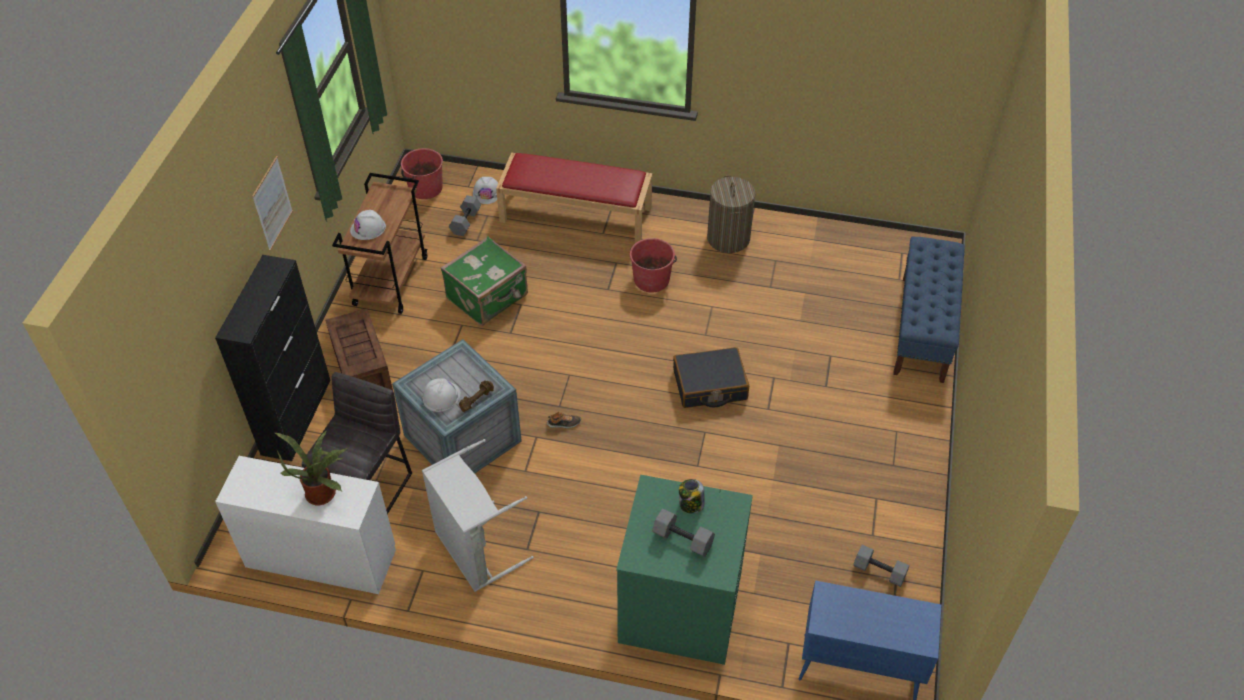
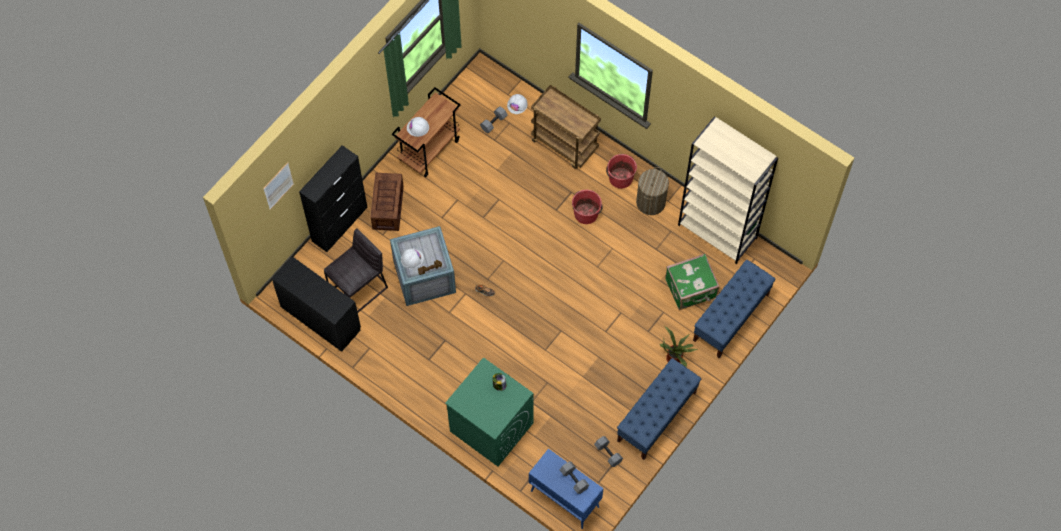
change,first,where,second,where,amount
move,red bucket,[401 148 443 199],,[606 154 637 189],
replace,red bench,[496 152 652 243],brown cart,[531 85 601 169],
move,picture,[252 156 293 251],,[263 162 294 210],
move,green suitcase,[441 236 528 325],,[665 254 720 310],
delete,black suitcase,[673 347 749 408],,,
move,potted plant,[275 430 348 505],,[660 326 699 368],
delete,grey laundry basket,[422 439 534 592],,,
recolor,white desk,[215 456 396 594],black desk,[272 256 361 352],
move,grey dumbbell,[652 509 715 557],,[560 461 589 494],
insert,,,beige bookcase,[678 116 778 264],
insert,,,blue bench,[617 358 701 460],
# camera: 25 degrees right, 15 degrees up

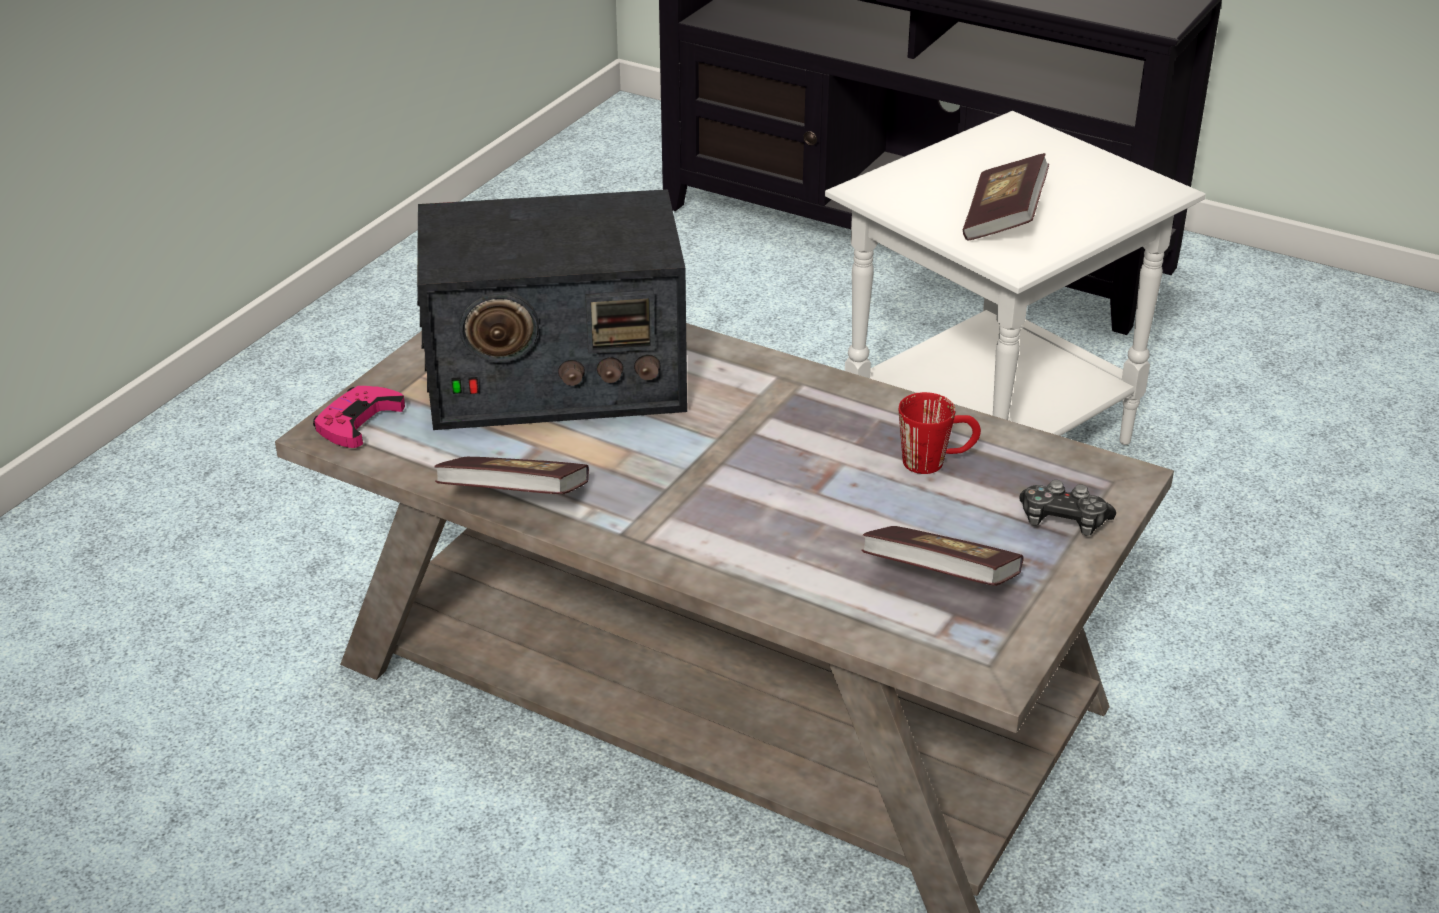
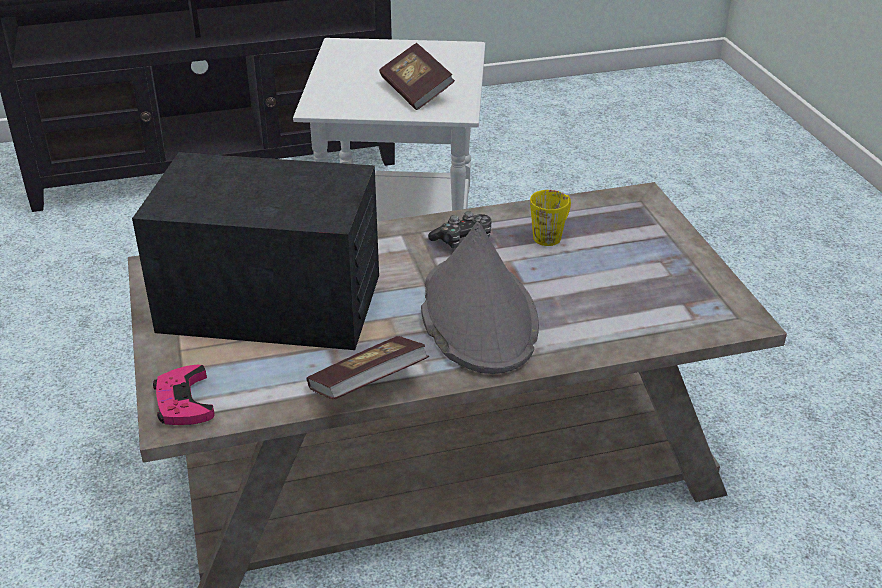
change,first,where,second,where,amount
rotate,radio,[417 189 687 430],,[132 153 379 350],120 degrees counterclockwise
recolor,red mug,[899 392 981 474],yellow mug,[530 190 571 246],
move,game controller,[1019 480 1116 536],,[428 211 491 248],
delete,book,[861 526 1024 586],,,
insert,,,grey hat,[421 222 539 374],
# camera: 45 degrees left, 0 degrees up

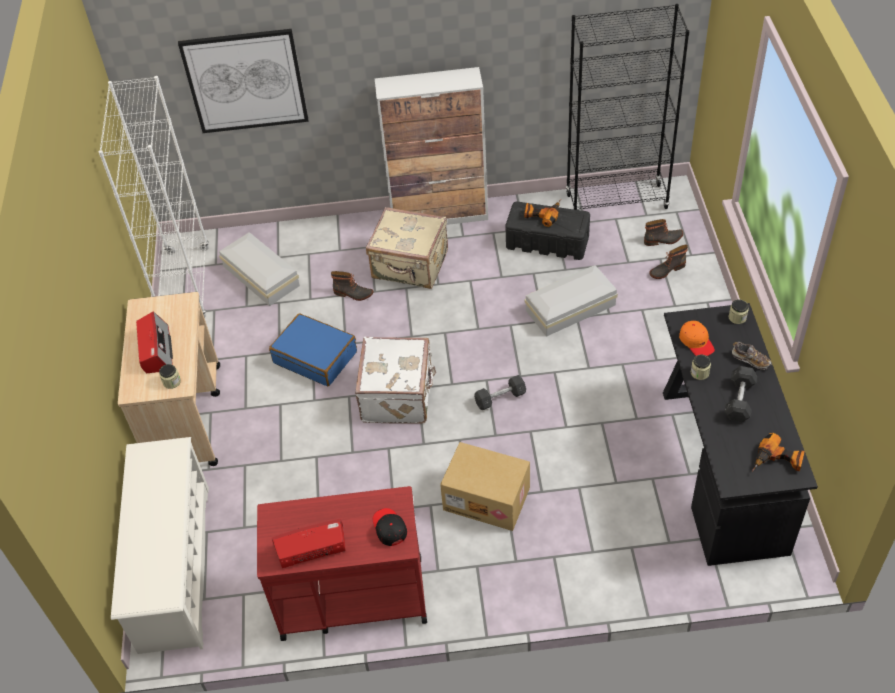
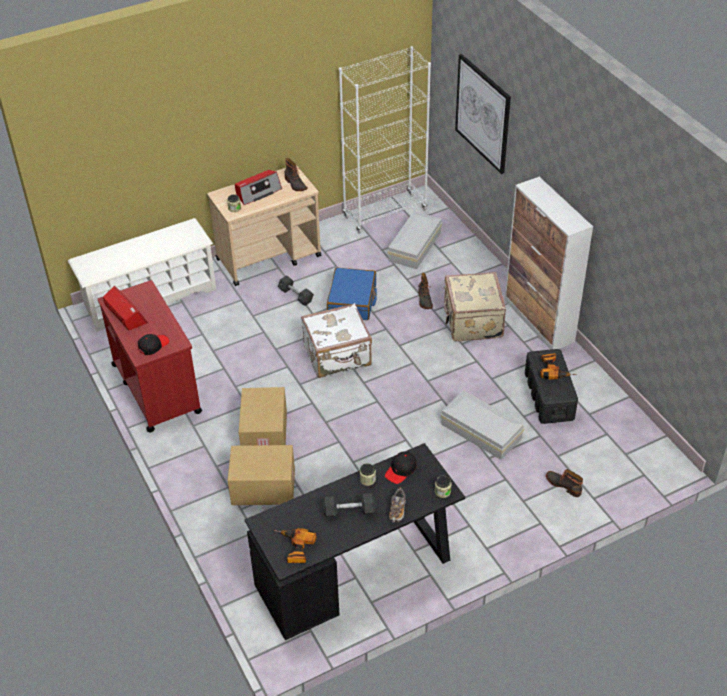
change,first,where,second,where,amount
delete,black bookcase,[566 4 690 210],,,
move,boot,[644 219 683 246],,[285 158 308 191],
recolor,orange cap,[679 320 715 356],black cap,[385 451 417 484],
move,grey dumbbell,[474 375 526 410],,[278 275 314 306],
insert,,,cardboard box,[228 445 295 505],
# camera: 65 degrees right, 5 degrees down

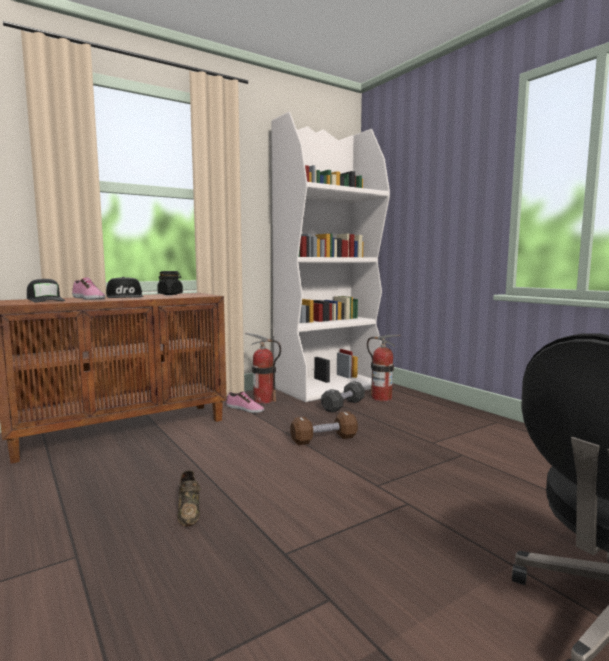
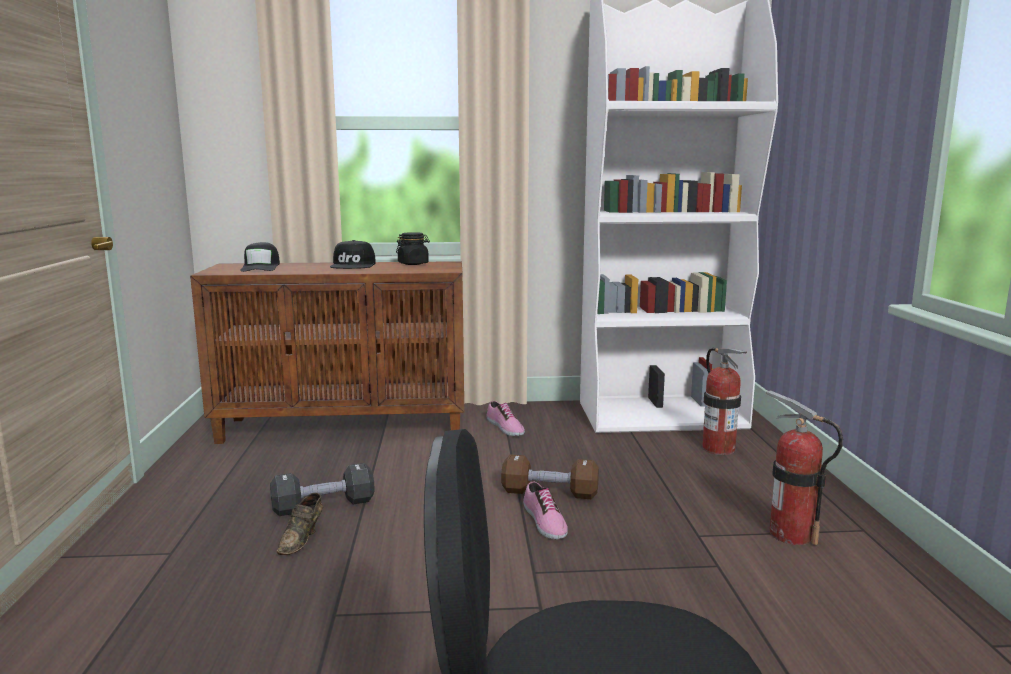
change,first,where,second,where,amount
move,shoe,[72 277 105 300],,[523 481 568 539],
move,fire extinguisher,[245 333 281 404],,[766 390 843 545],
move,black dumbbell,[321 381 365 412],,[270 463 375 516],
# camera: 30 degrees right, 5 degrees up

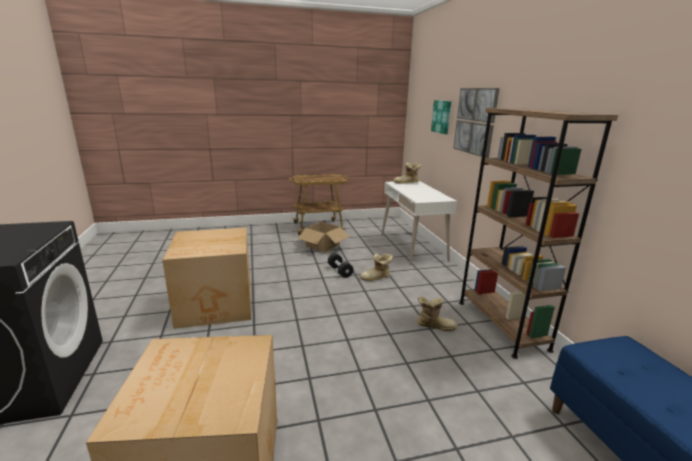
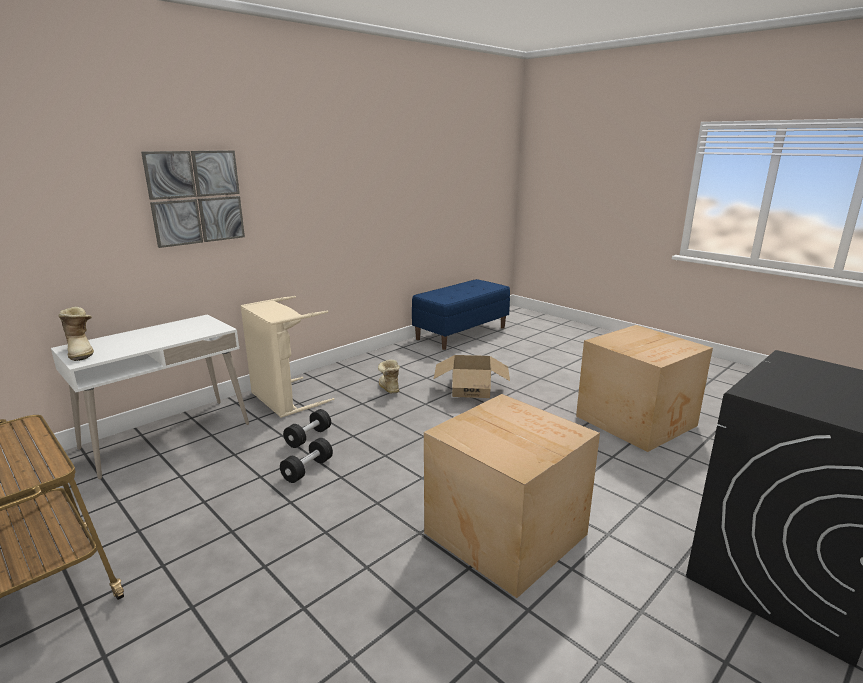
change,first,where,second,where,amount
delete,picture,[431 100 451 134],,,
delete,brown bookcase,[459 108 618 359],,,
move,cardboard box,[297 222 350 252],,[434 355 510 398],
replace,boot,[359 253 393 281],black dumbbell,[283 409 331 448],
insert,,,beige laundry basket,[240 296 334 418],
# camera: 120 degrees left, 0 degrees up

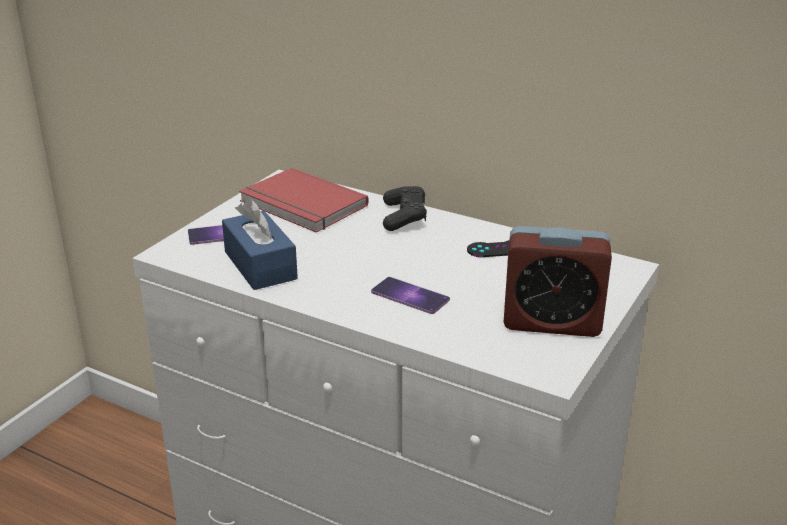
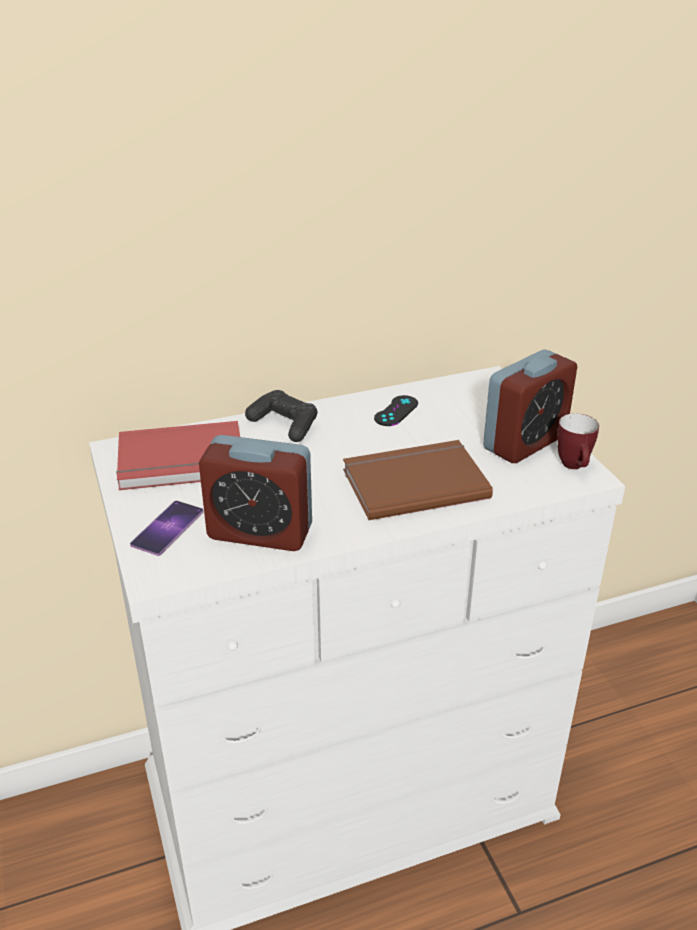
change,first,where,second,where,amount
replace,blue tissue box,[222 199 298 290],alarm clock,[199 435 312 551],
replace,phone,[371 277 450 314],brown book,[343 440 493 520],
insert,,,mug,[557 413 599 469],
# camera: 50 degrees left, 5 degrees up

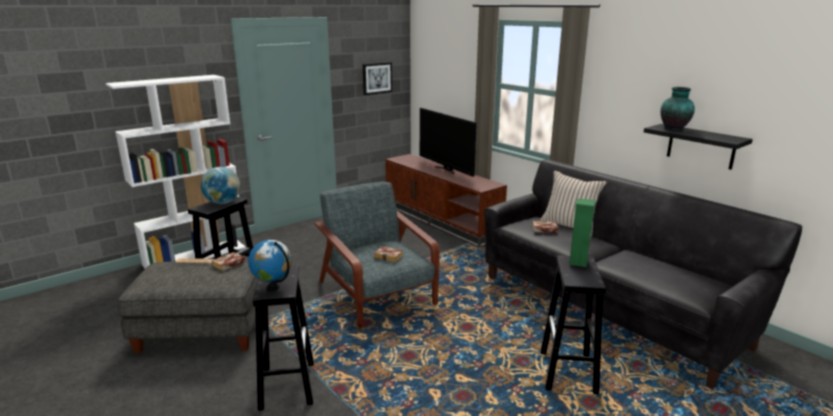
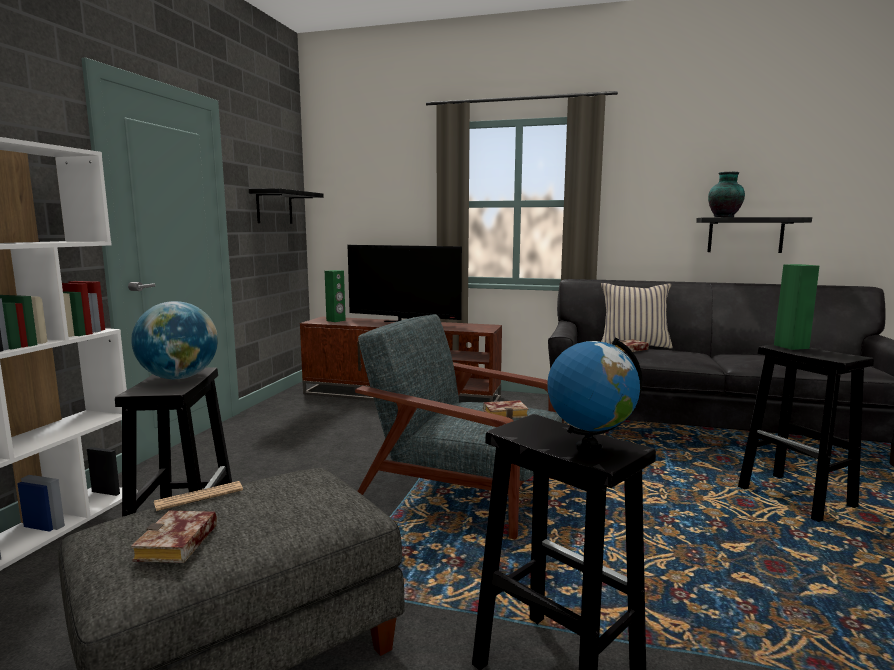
change,first,where,second,where,amount
replace,picture,[363 62 392 95],black shelf,[249 188 324 224],
move,book,[212 252 245 271],,[131 511 217 563],
insert,,,green speaker,[325 270 346 322],
# camera: 35 degrees left, 10 degrees down

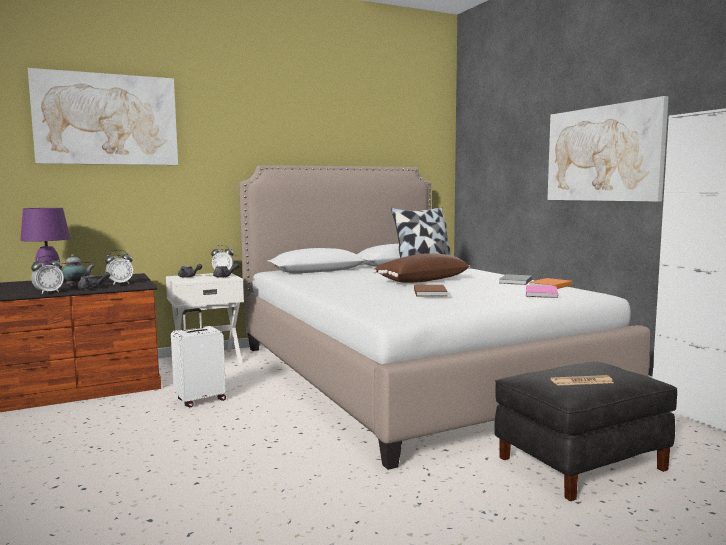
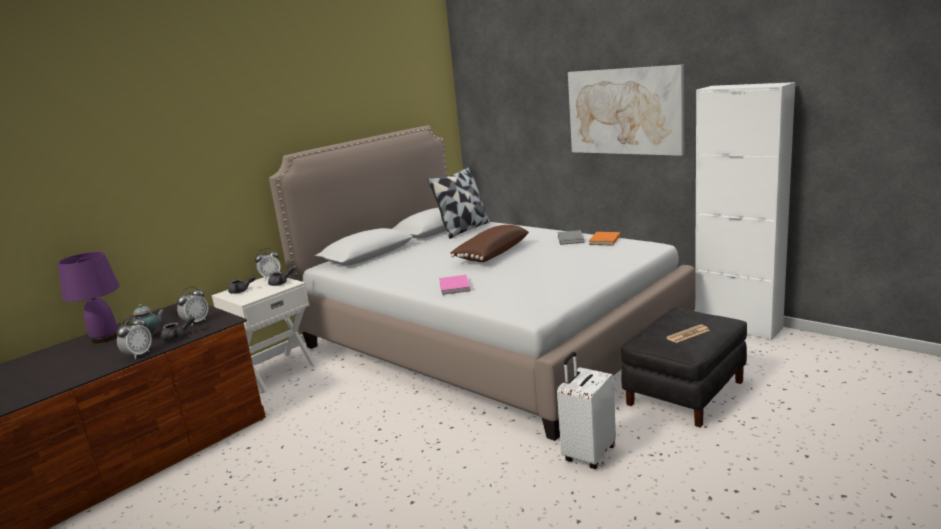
change,first,where,second,where,amount
delete,picture,[28 68 178 165],,,
delete,brown book,[414 285 448 297],,,
move,pink book,[526 285 558 298],,[439 275 470 295],
move,white suitcase,[171 308 226 407],,[557 352 616 469],
# camera: 20 degrees left, 10 degrees up

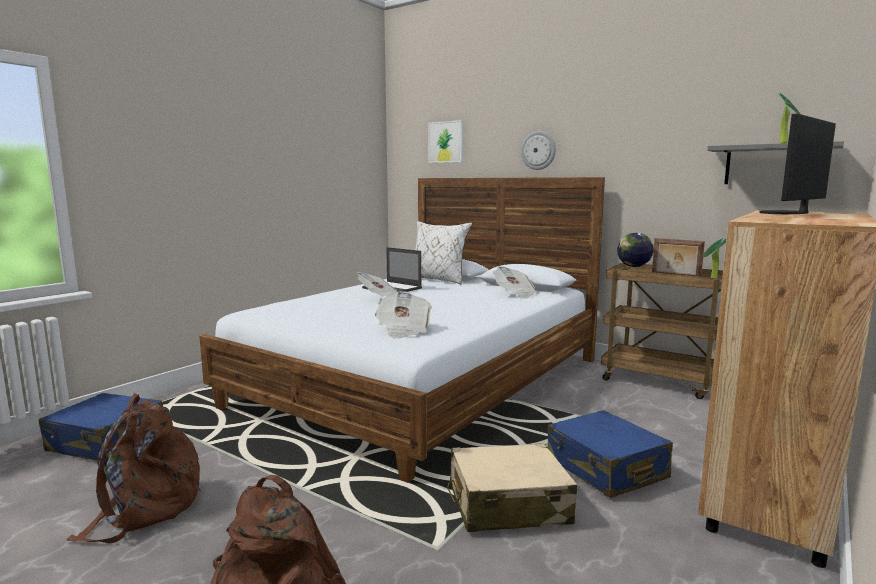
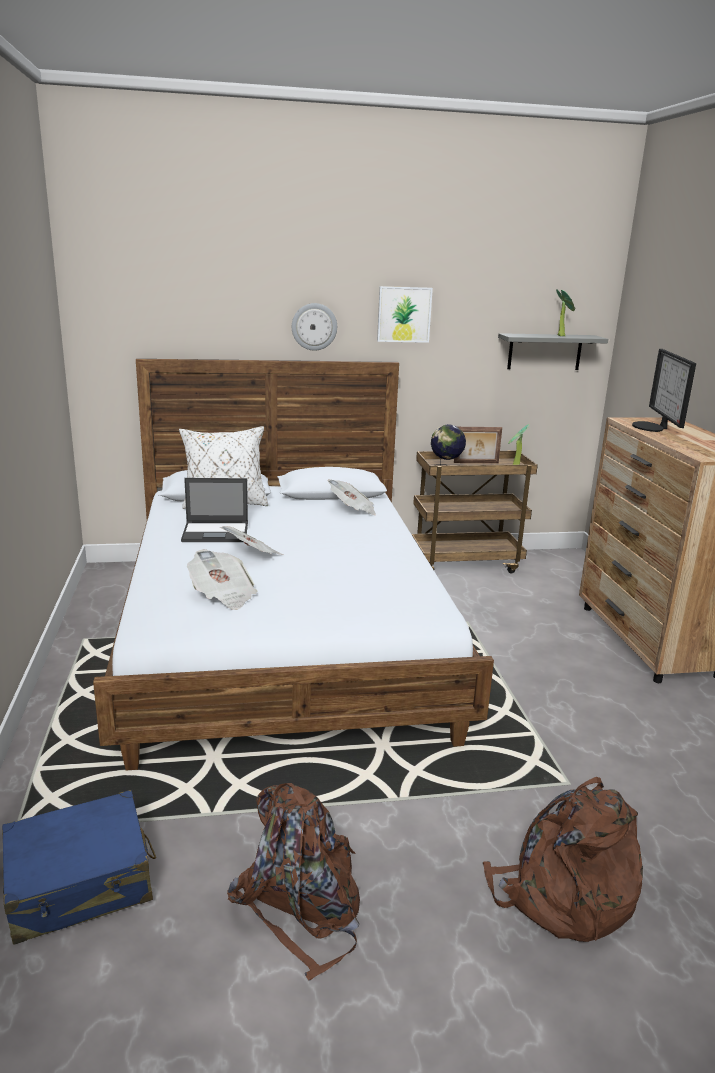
change,first,where,second,where,amount
move,picture,[428 120 463 163],,[377 286 433 343],
move,newspaper,[375 291 432 339],,[187 549 258 610],
delete,blue suitcase,[548 410 673 498],,,
delete,beige suitcase,[447 444 577 532],,,
# camera: 45 degrees left, 10 degrees up

